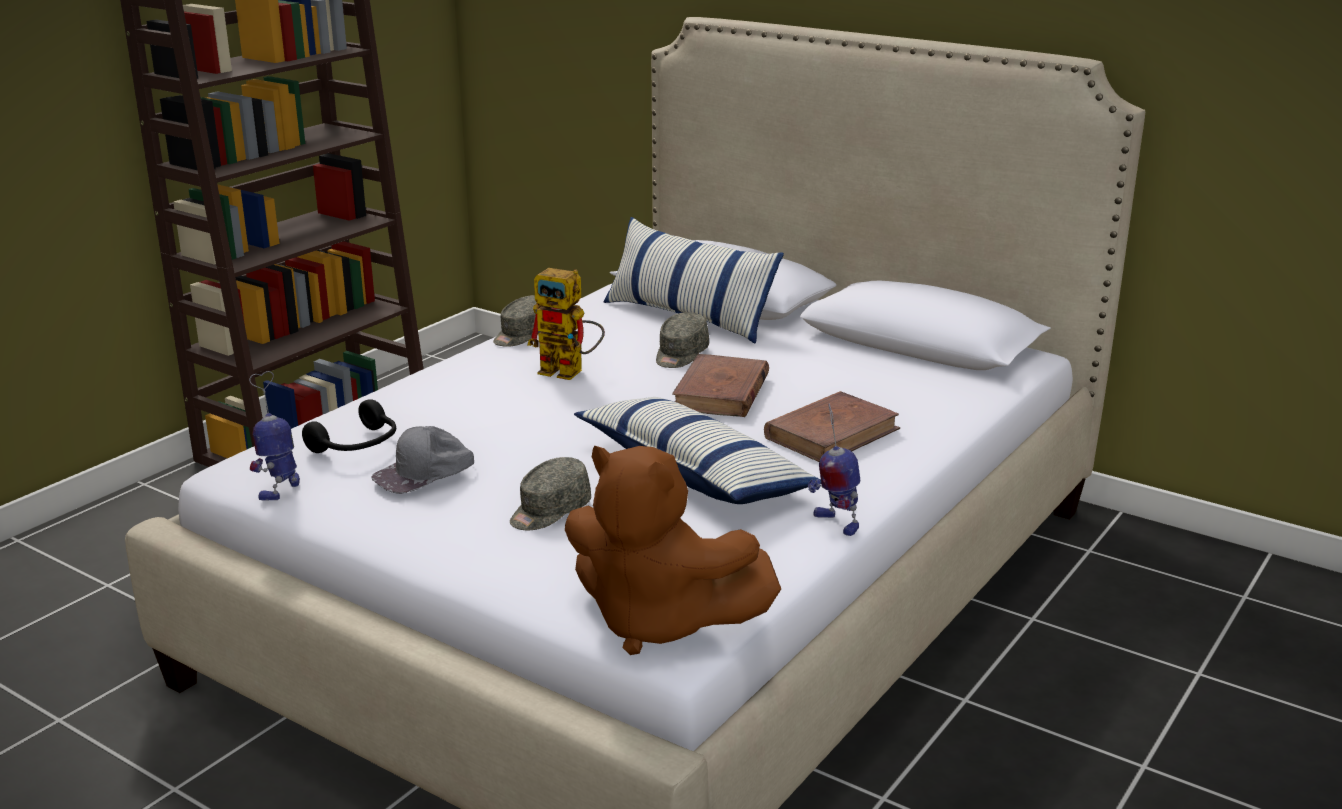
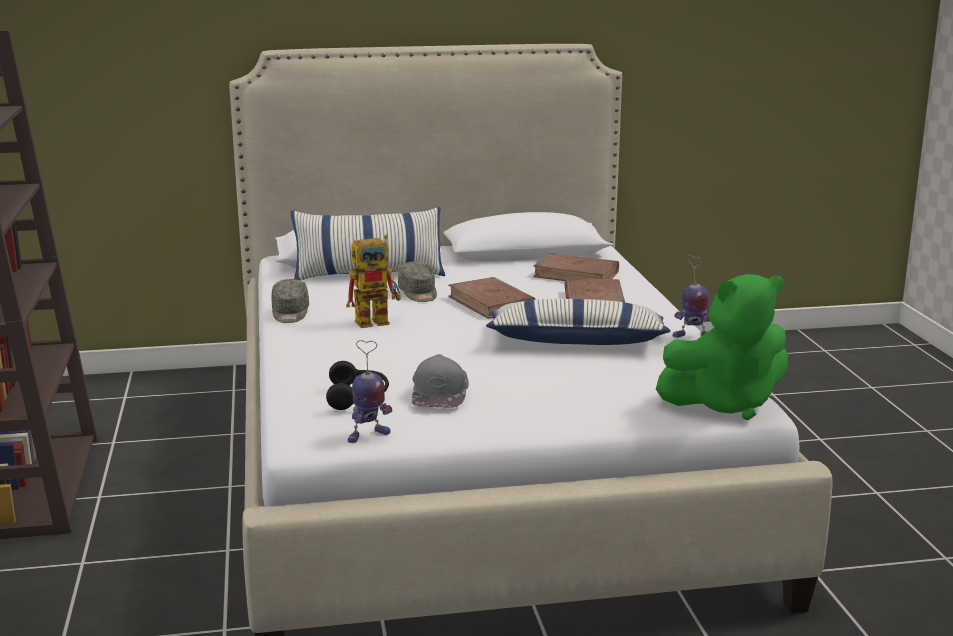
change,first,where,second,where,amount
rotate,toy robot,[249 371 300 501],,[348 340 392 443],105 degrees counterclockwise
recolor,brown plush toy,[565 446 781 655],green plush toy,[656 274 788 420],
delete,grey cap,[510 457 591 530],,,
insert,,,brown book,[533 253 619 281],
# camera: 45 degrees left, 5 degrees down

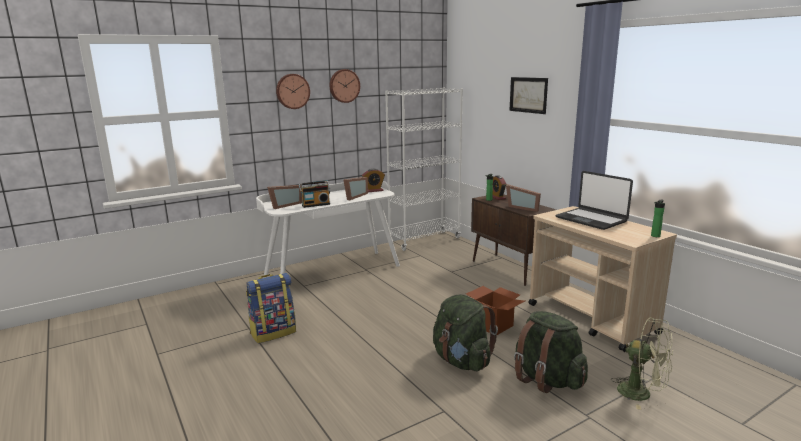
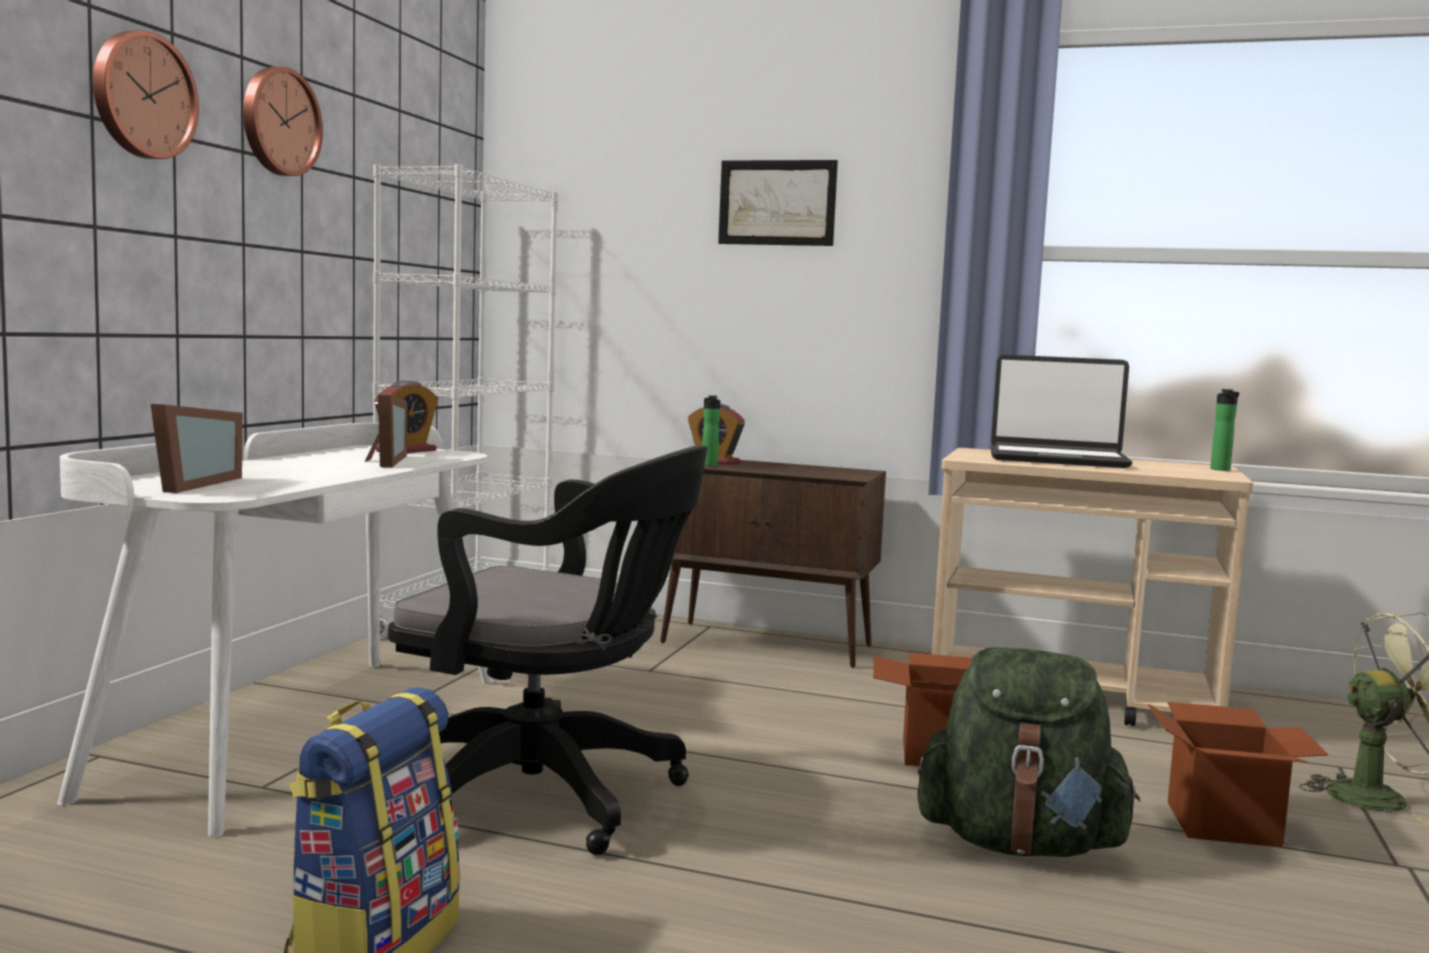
change,first,where,second,where,amount
delete,radio,[299 181 330 208],,,
delete,picture frame,[506 184 541 212],,,
replace,green backpack,[514 311 588 393],cardboard box,[1148 702 1329 848],
insert,,,black office chair,[388 445 708 855],
# camera: 40 degrees left, 10 degrees down

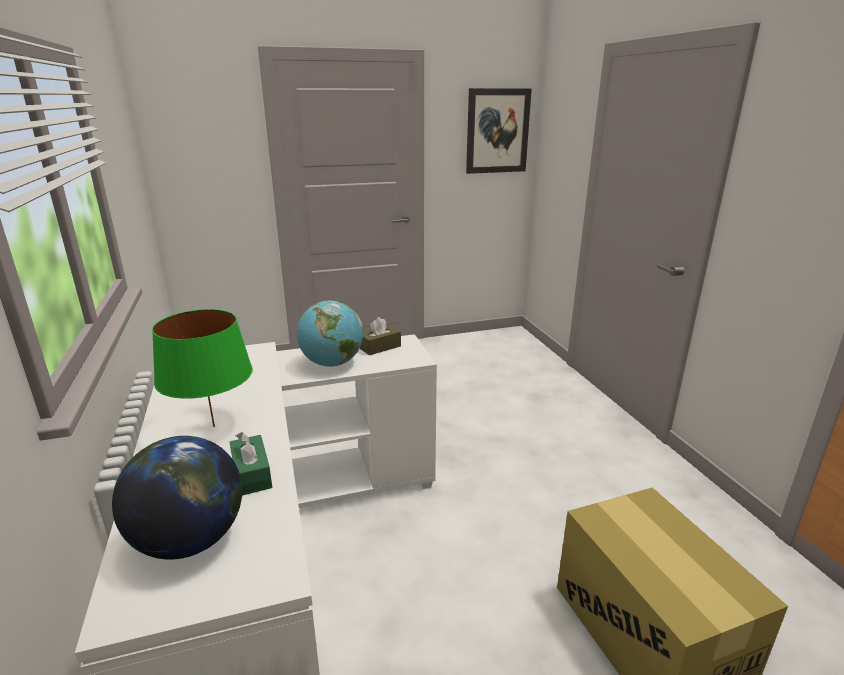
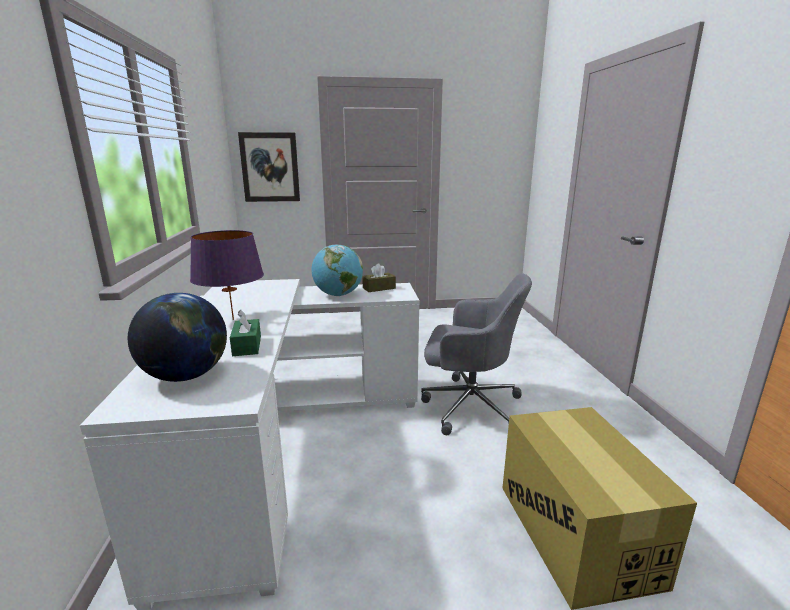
change,first,where,second,where,amount
move,picture,[466 88 532 174],,[238 132 300 202],
recolor,green table lamp,[152 309 253 427],purple table lamp,[190 230 264 320],
insert,,,grey office chair,[421 273 532 435],
# camera: 10 degrees right, 5 degrees down

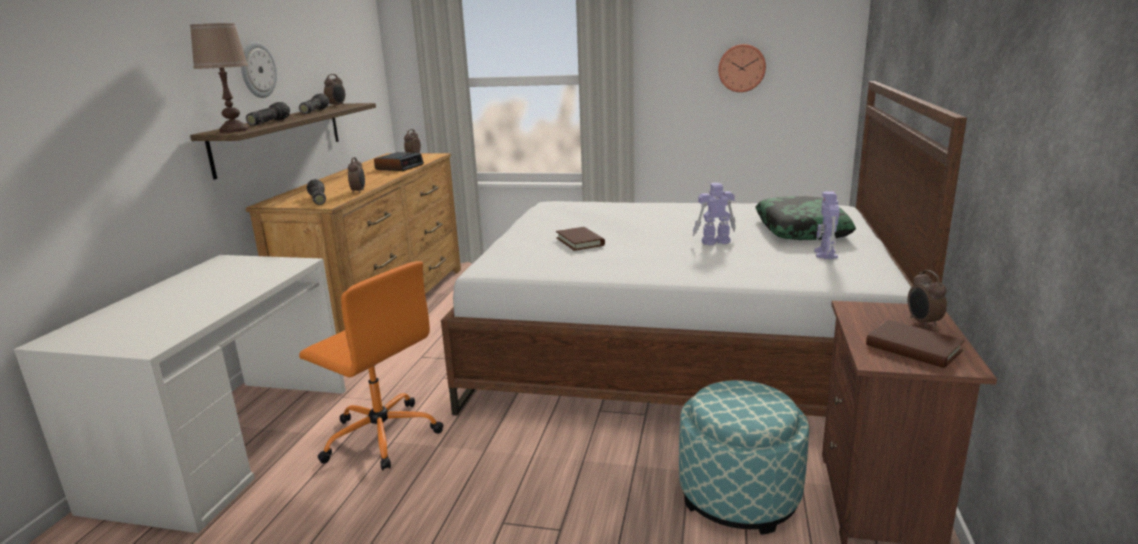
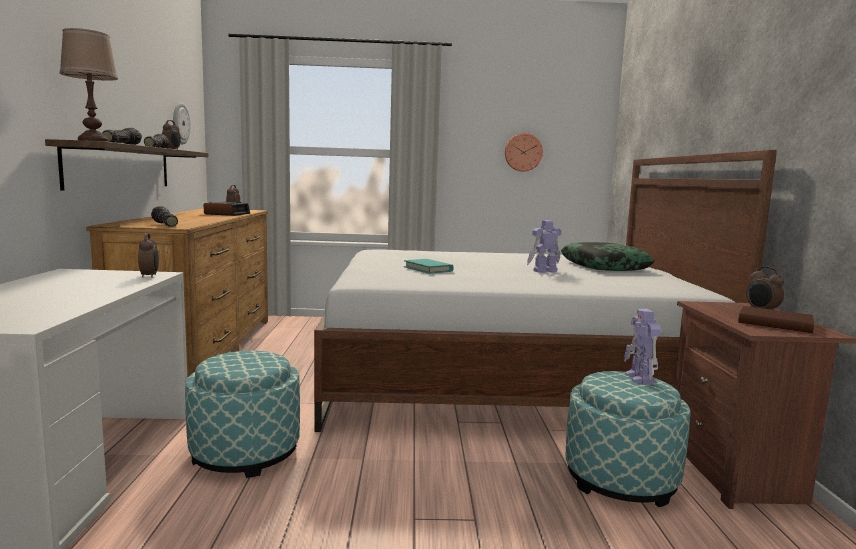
change,first,where,second,where,amount
move,wall clock,[241 42 277 98],,[173 102 190 144],
move,alarm clock,[348 157 365 193],,[138 233 159 278],
move,toy robot,[814 192 840 259],,[624 309 661 384],
recolor,brown book,[556 227 605 251],turquoise book,[404 259 454 274],
replace,orange office chair,[299 261 444 471],ottoman,[185 351 300 478],
# camera: 15 degrees left, 10 degrees down

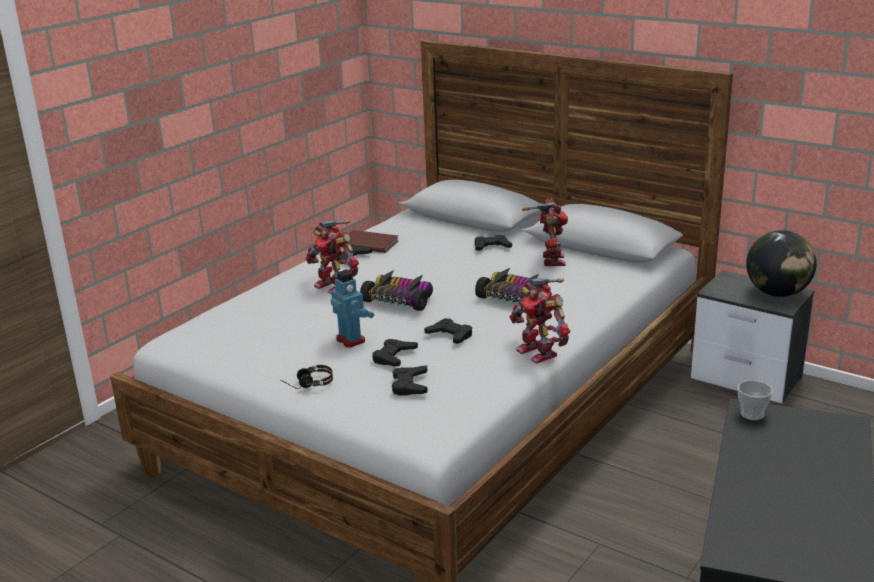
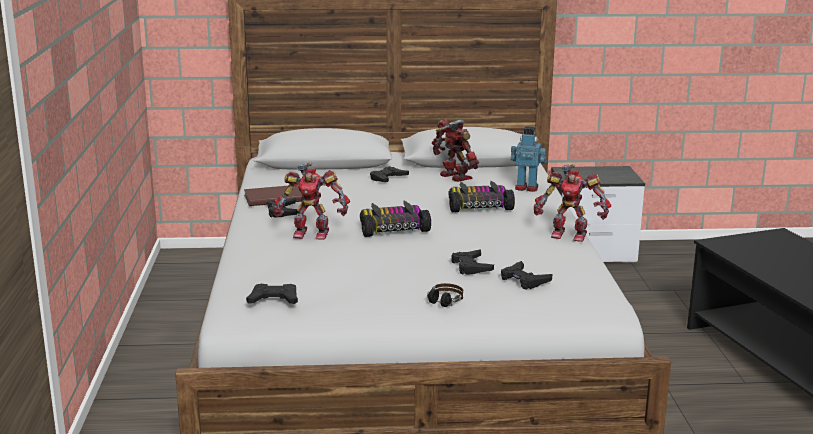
change,first,where,second,where,amount
delete,globe,[746 230 817 297],,,
move,toy robot,[331 270 374 348],,[511 126 547 192],
move,black game controller,[424 318 472 344],,[246 284 298 304],
delete,cup,[737 380 773 420],,,
# camera: 40 degrees left, 5 degrees down

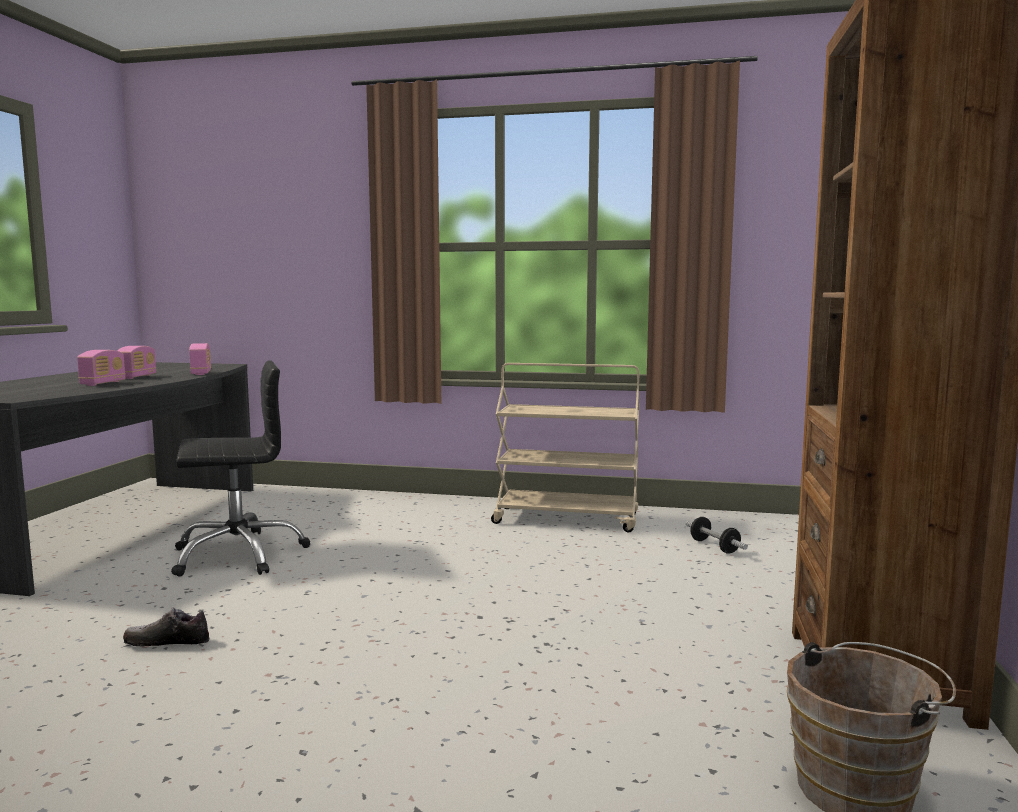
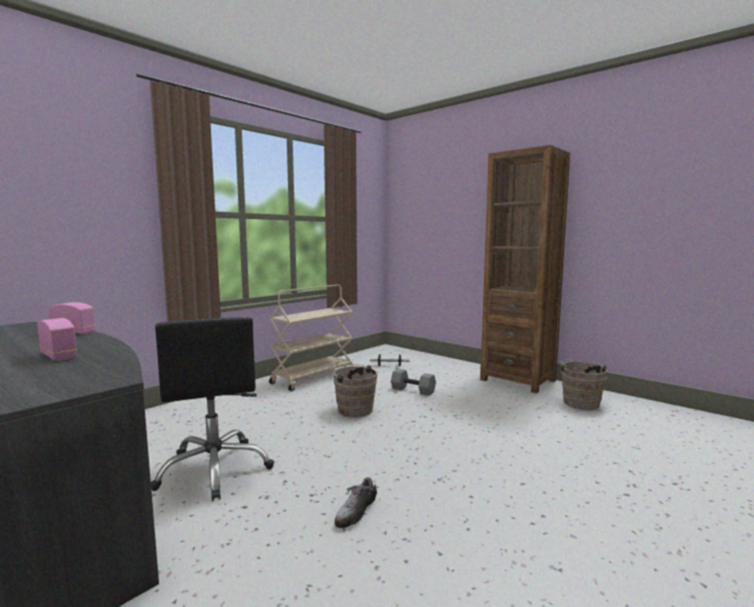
change,first,where,second,where,amount
delete,radio,[117 346 156 379],,,
rotate,black office chair,[171 360 310 577],,[151 317 274 501],150 degrees clockwise
insert,,,brown bucket,[329 364 377 417],
insert,,,grey dumbbell,[391 369 436 396],
# camera: 60 degrees left, 0 degrees up

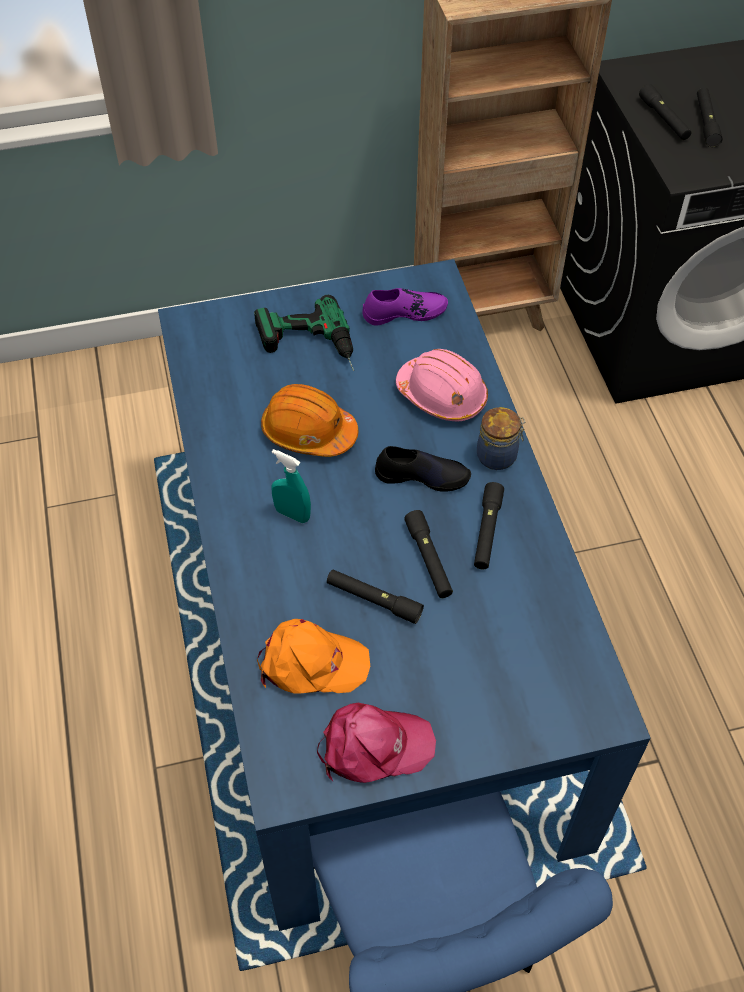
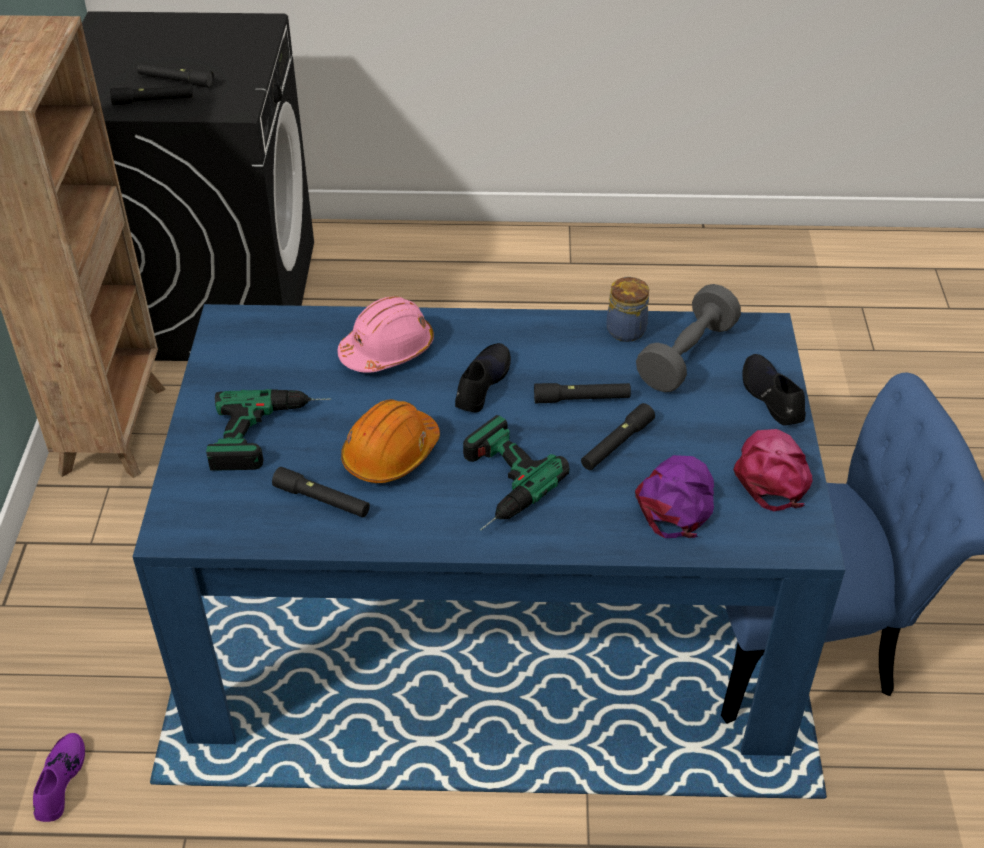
change,first,where,second,where,amount
move,purple shoe,[362 288 448 325],,[33 733 85 822],
move,jar,[477 407 525 470],,[607 276 649 342],
replace,turquoise spray bottle,[271 449 311 523],power drill,[463 415 569 530],
move,black flashlight,[474 482 504 569],,[272 467 370 517],
recolor,orange cap,[257 619 370 694],purple cap,[635 455 714 538],
insert,,,grey dumbbell,[636 284 741 392],
insert,,,black shoe,[742 354 806 426],
# camera: 75 degrees left, 10 degrees down

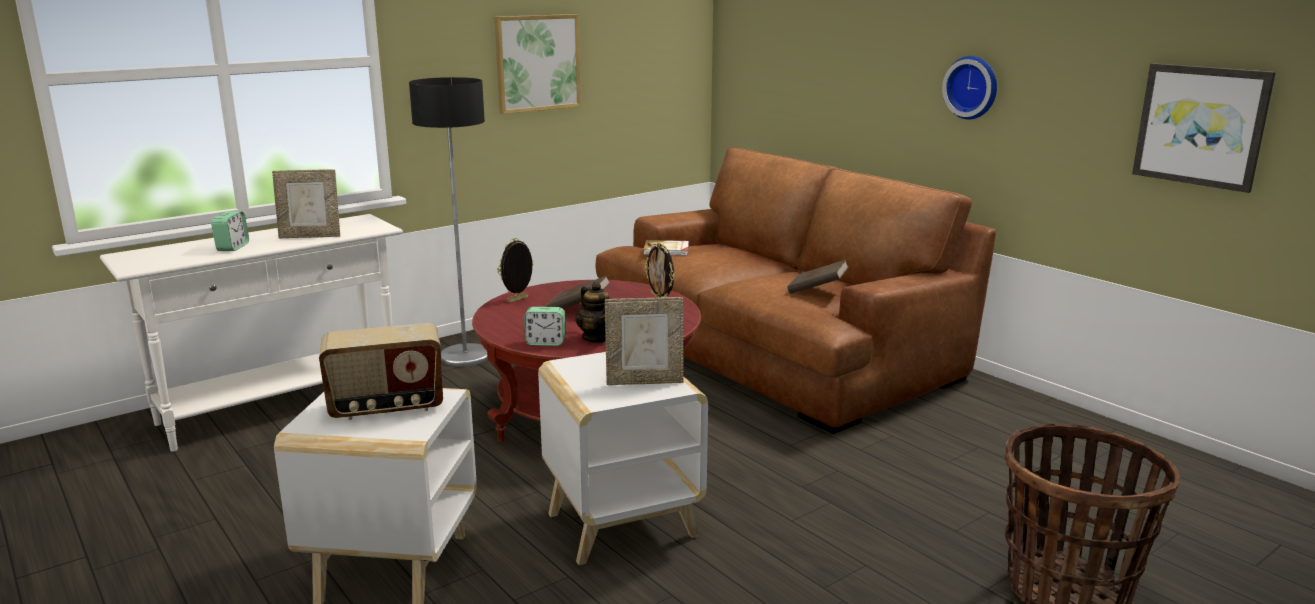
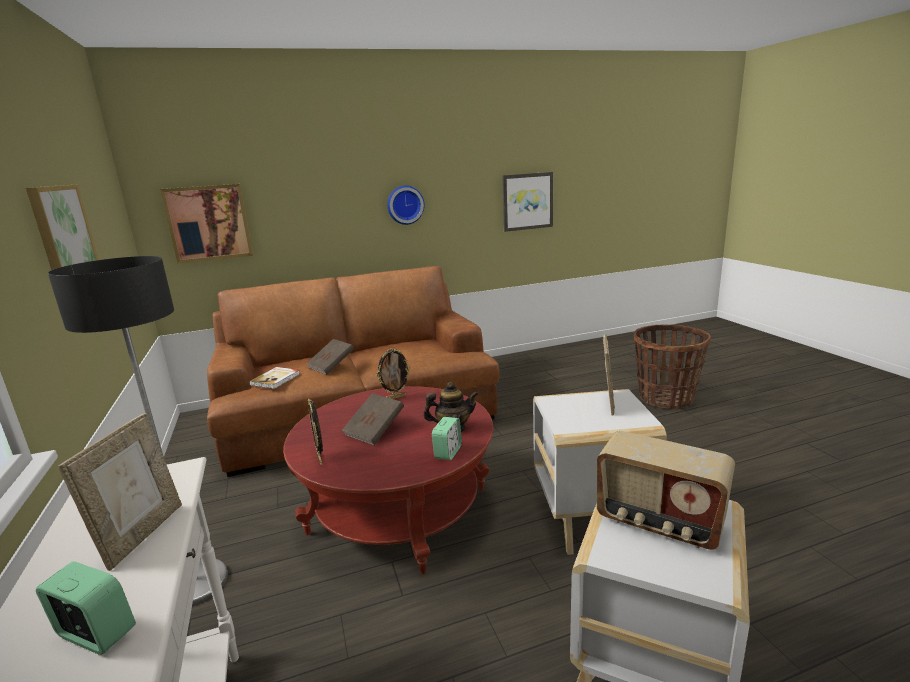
change,first,where,second,where,amount
move,brown book,[787 260 849 294],,[306 339 354 375],
rotate,radio,[319 323 443 420],,[597 431 735 550],120 degrees clockwise
insert,,,picture,[160 184 253 263],
# camera: 70 degrees left, 0 degrees up

